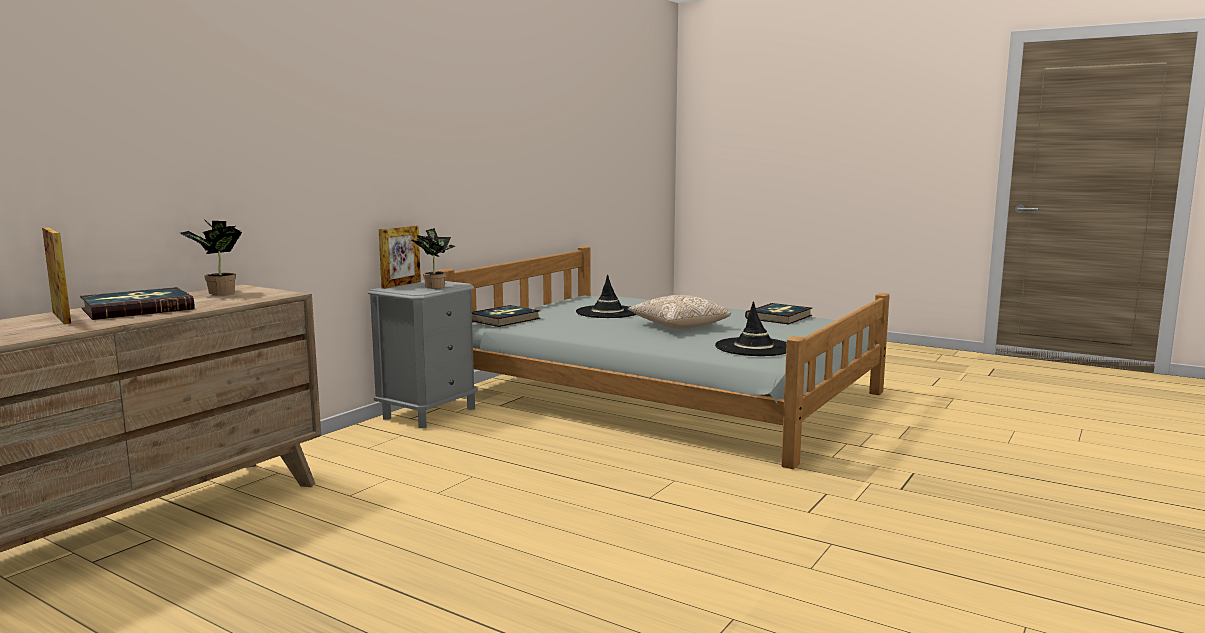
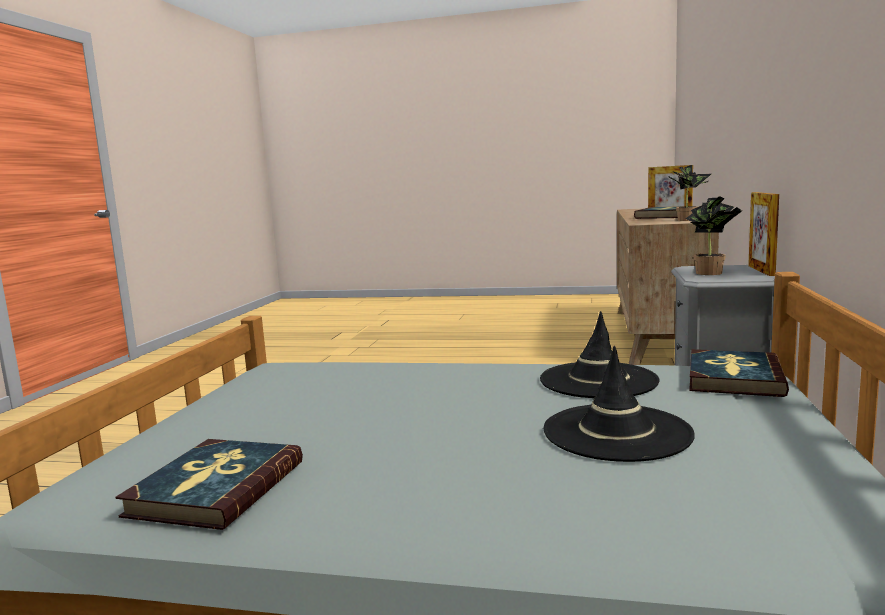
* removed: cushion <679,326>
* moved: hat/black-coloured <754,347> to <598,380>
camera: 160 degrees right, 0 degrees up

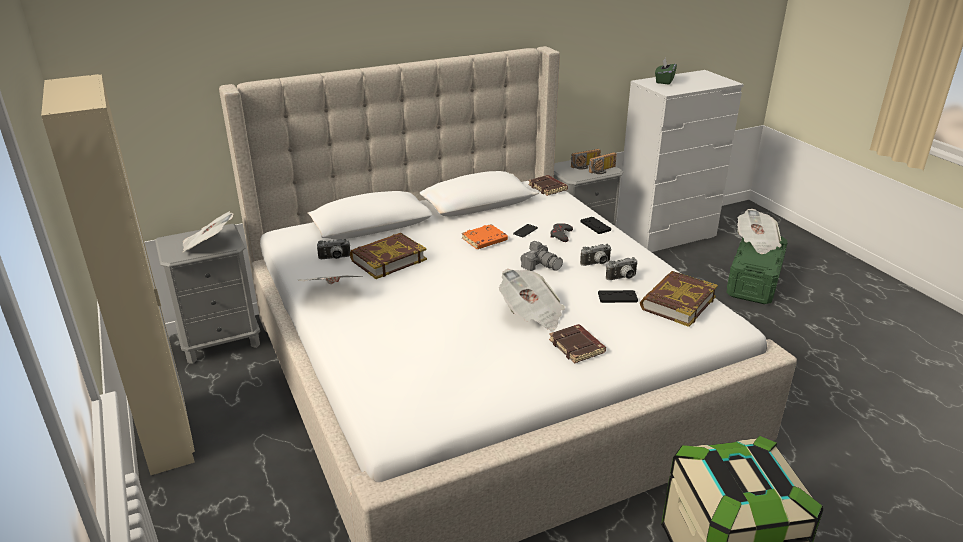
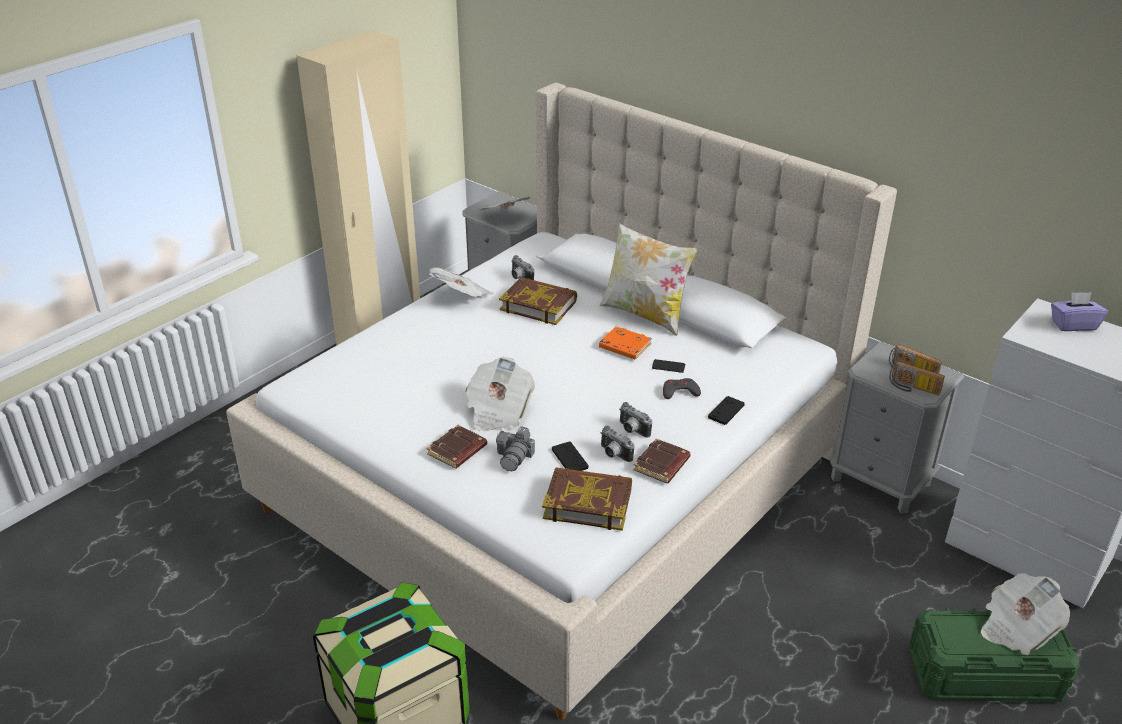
* recoloured: tissue box/green-coloured <664,81> to tissue box/purplish <1073,325>
* moved: volume/brownish <548,188> to <662,465>
* moved: photo camera <541,265> to <515,457>
* added: cushion <645,314>
camera: 65 degrees right, 5 degrees up

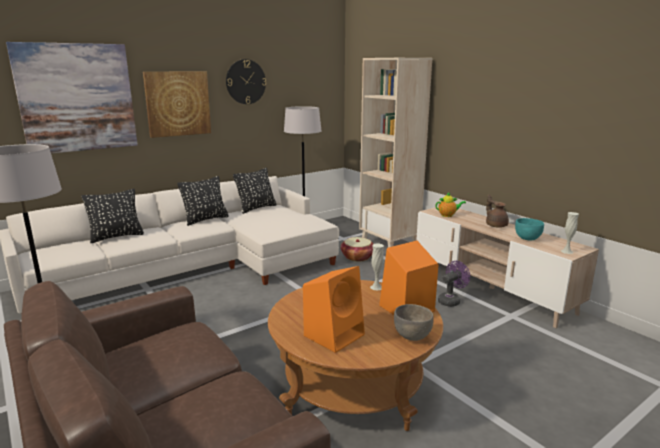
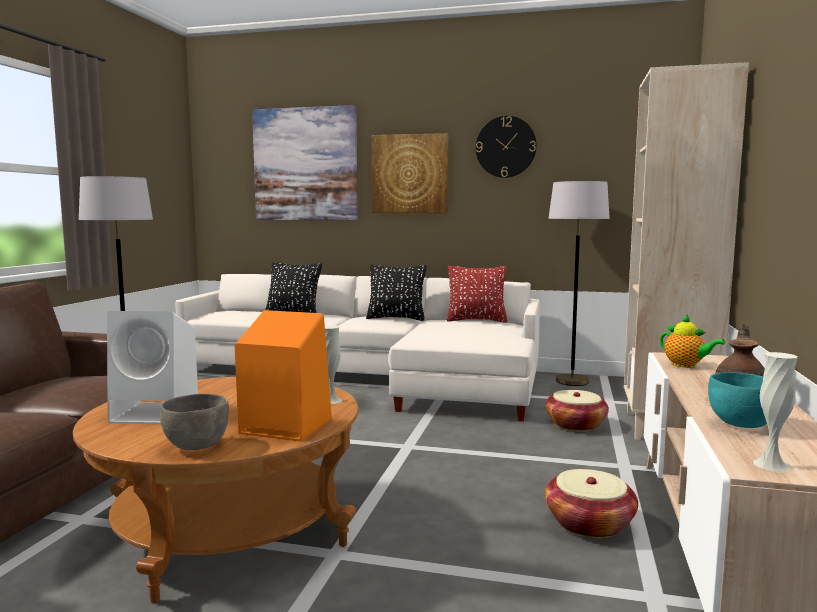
* recoloured: cushion/black-coloured <256,208> to cushion/red <476,320>
* replaced: fan/purplish <451,300> to basket <589,524>
* recoloured: audio speaker/orangey <335,334> to audio speaker/white <158,413>
camera: 50 degrees right, 10 degrees down

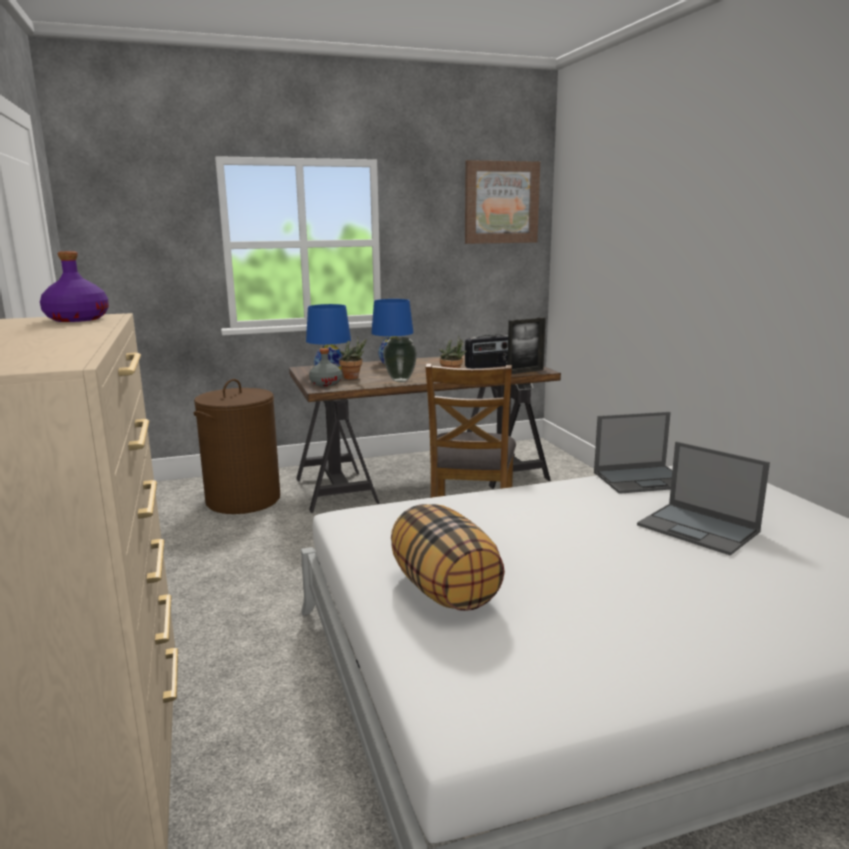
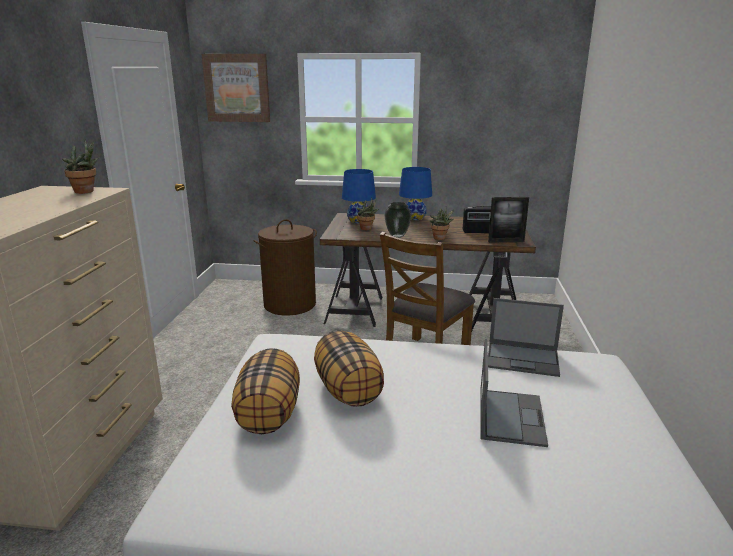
* moved: wall picture <501,202> to <237,88>
* replaced: beverage bottle/purplish <76,319> to plant in a pot <87,192>
* removed: beverage bottle/gray <325,383>
* turned: portable computer <699,529> = <510,416> 150 degrees counterclockwise
* added: cushion <348,390>
camera: 25 degrees right, 5 degrees up

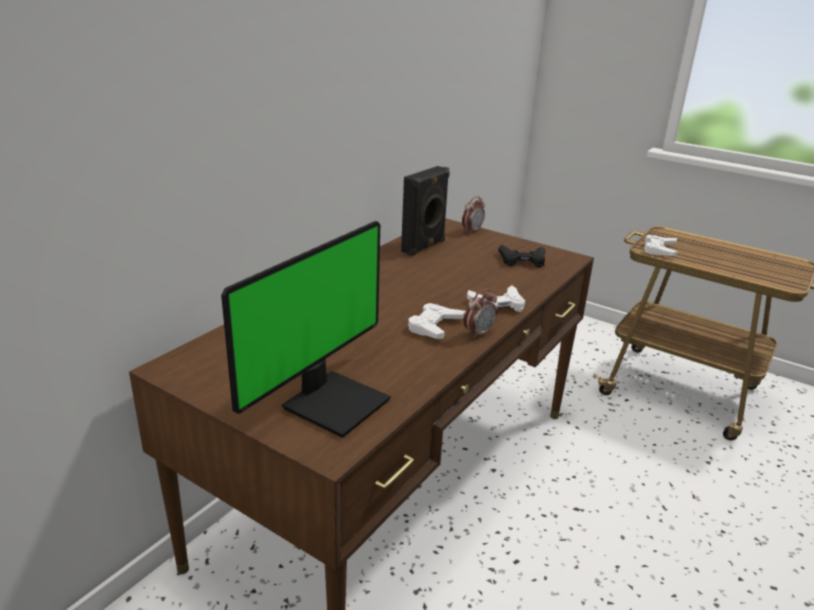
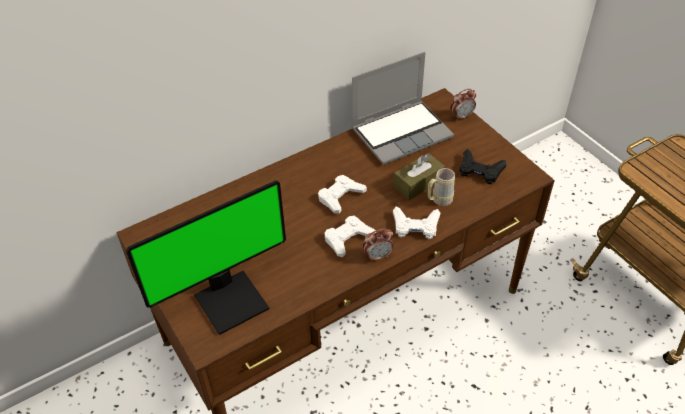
* replaced: audio speaker/black-coloured <424,247> to portable computer <402,132>
* moved: gamepad/white <659,249> to <340,196>
* added: tissue box/brownish <418,183>
* added: mug/sand-coloured <438,200>
camera: 25 degrees right, 20 degrees up

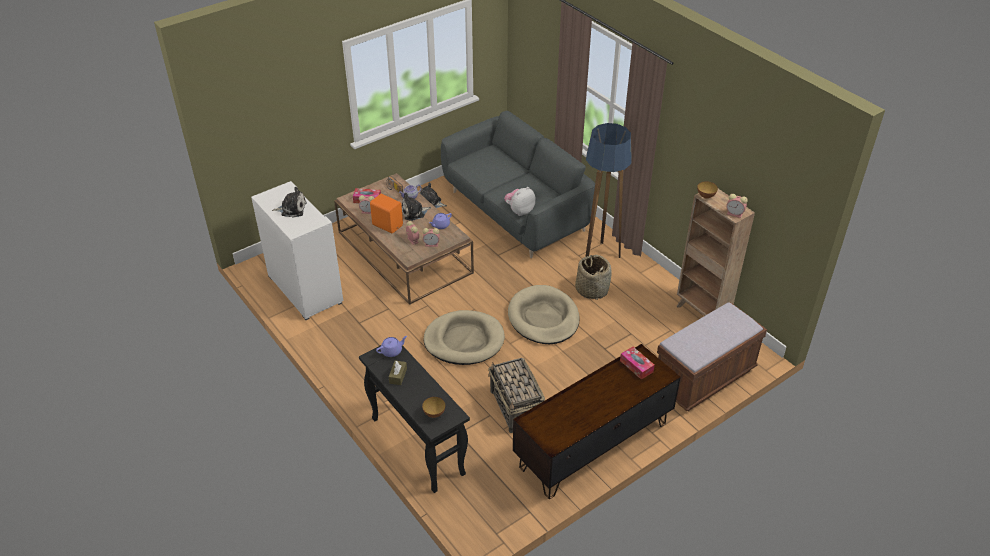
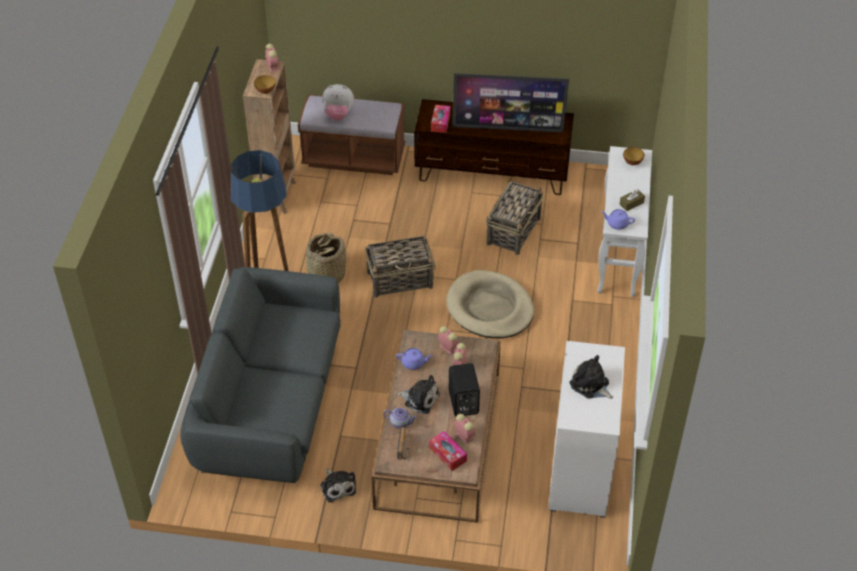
* moved: plush toy <519,211> to <338,115>
* recoloured: audio speaker/orangey <387,224> to audio speaker/black-coloured <462,403>
* replaced: dog cushion/sand-coloured <543,318> to basket <401,280>
* recoloured: narrow table/black-coloured <416,445> to narrow table/white <619,255>
* added: TV <508,128>
camera: 135 degrees left, 5 degrees up

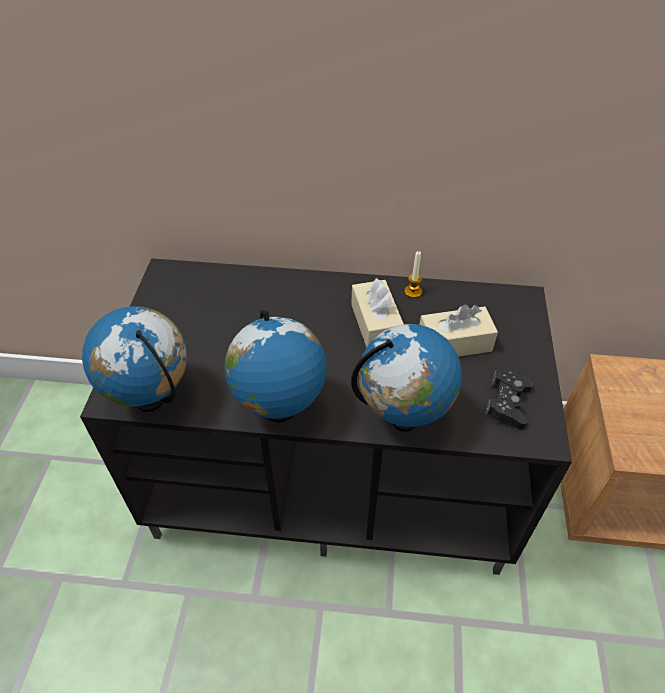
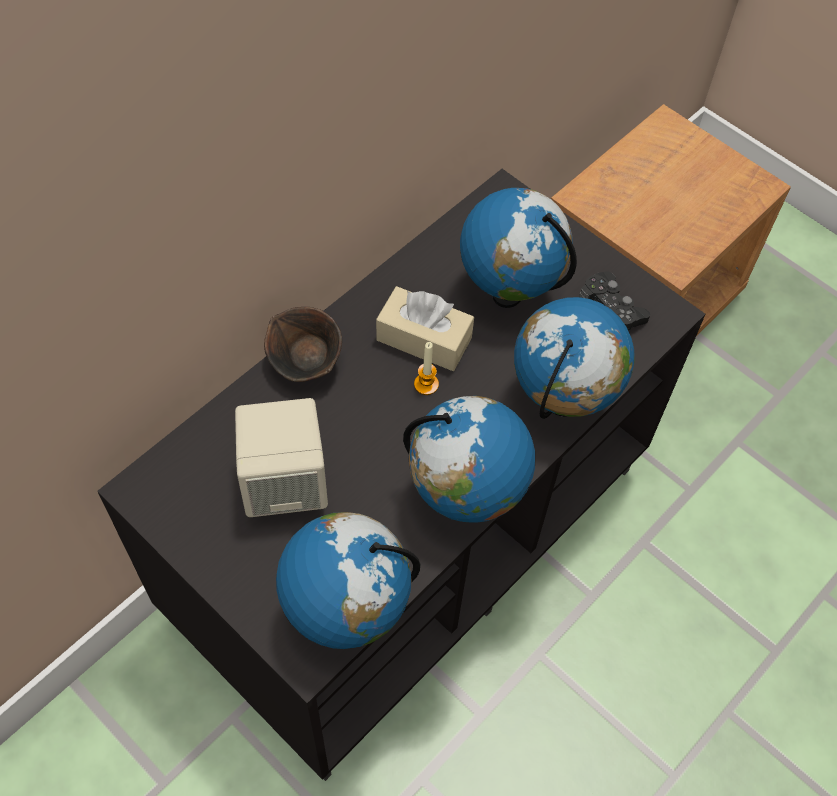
* moved: candle <413,291> to <426,384>
* replaced: tissue box/sand-coloured <454,343> to desk globe <508,293>
* added: bowl/brownish <306,363>
* added: audio speaker/sand-coloured <286,484>
camera: 55 degrees left, 10 degrees up

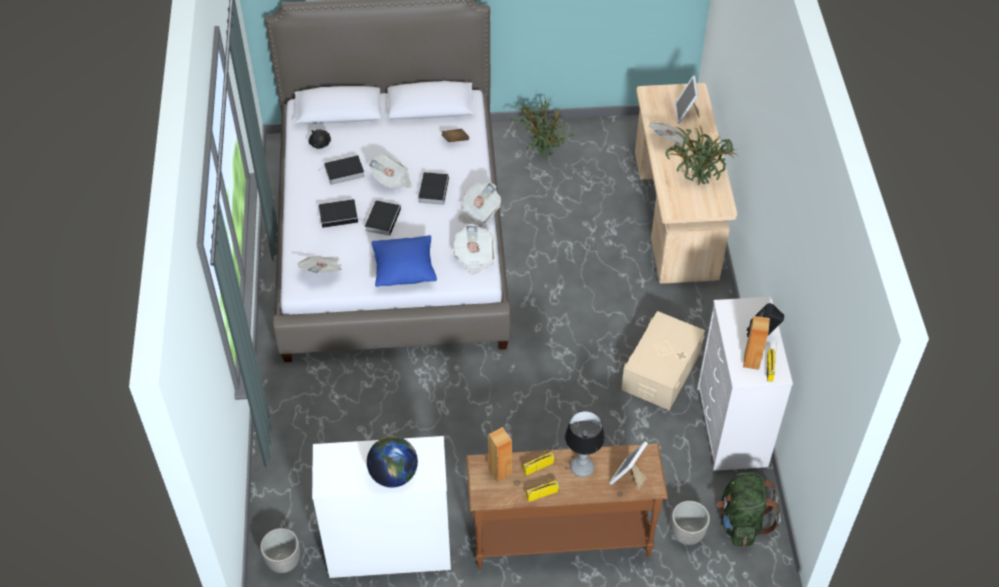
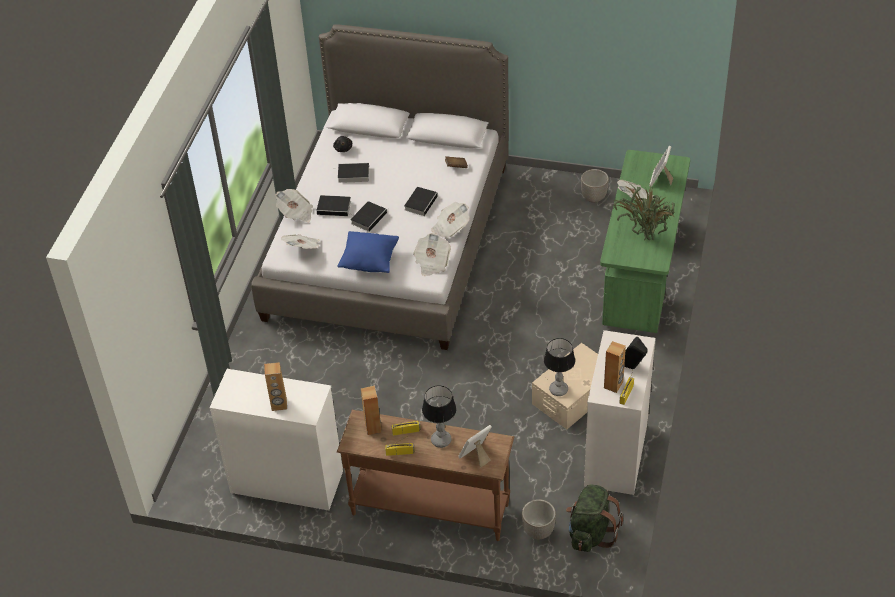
* recoloured: desk unit/sand-coloured <675,215> to desk unit/green-coloured <642,272>
* removed: plant in a pot <543,153>
* moved: newspaper <391,180> to <296,213>
* replaced: desk globe <393,474> to audio speaker/brownish <279,405>
* moved: flower pot <284,562> to <594,198>
* added: tabletop lamp <559,389>
camera: 20 degrees right, 5 degrees down

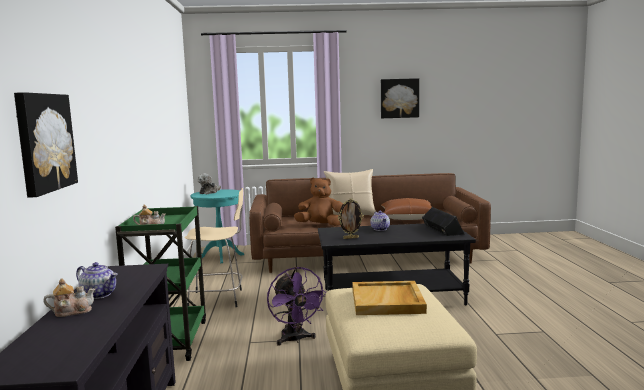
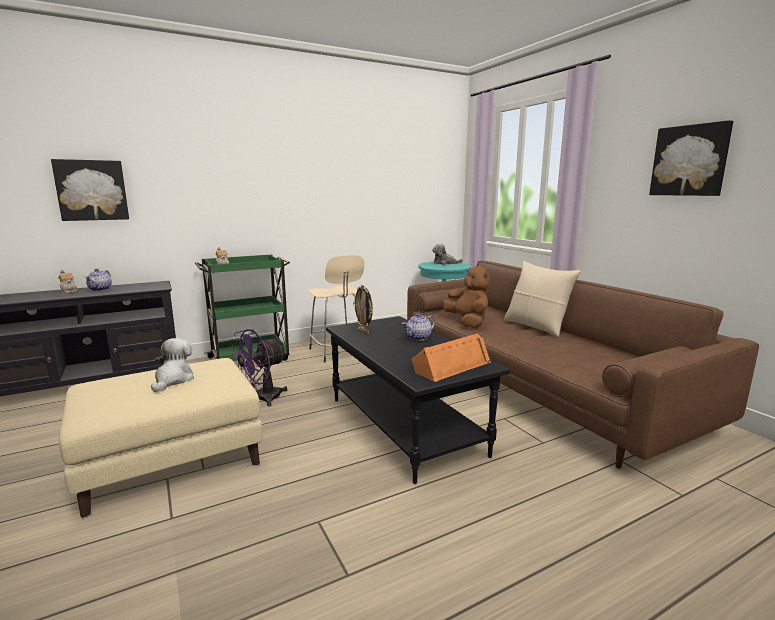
* removed: cushion/brownish <407,218>
* recoloured: audio speaker/black-coloured <441,229> to audio speaker/orangey <451,366>
* replaced: tray/sand-coloured <388,301> to plush toy <173,380>
camera: 65 degrees right, 5 degrees up

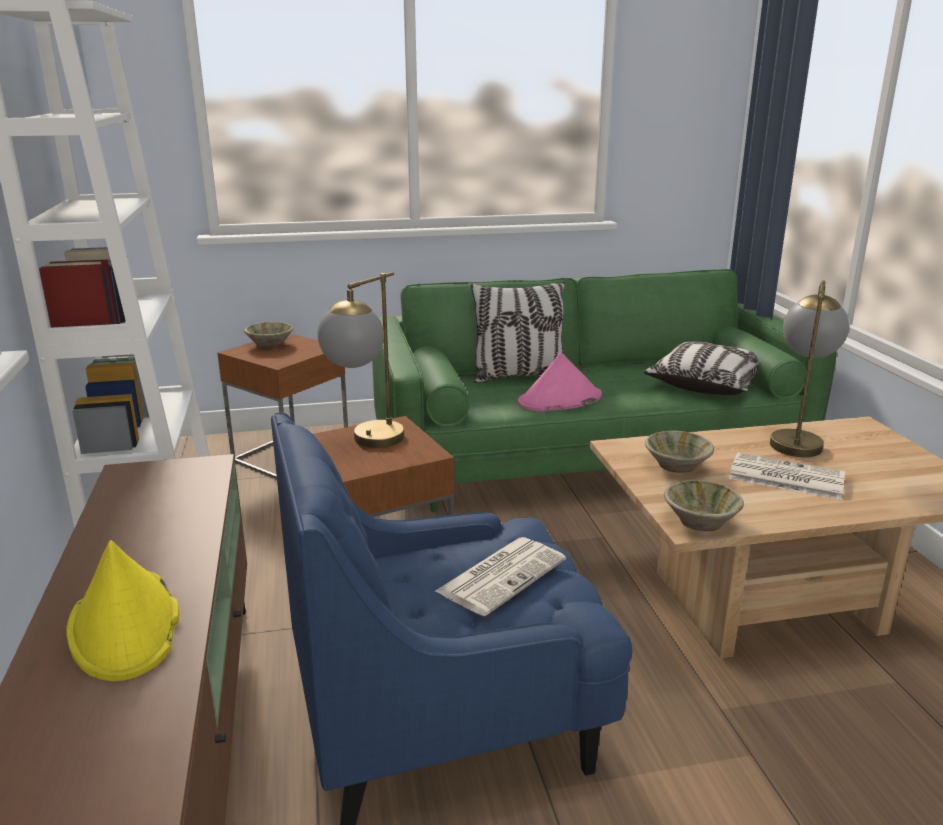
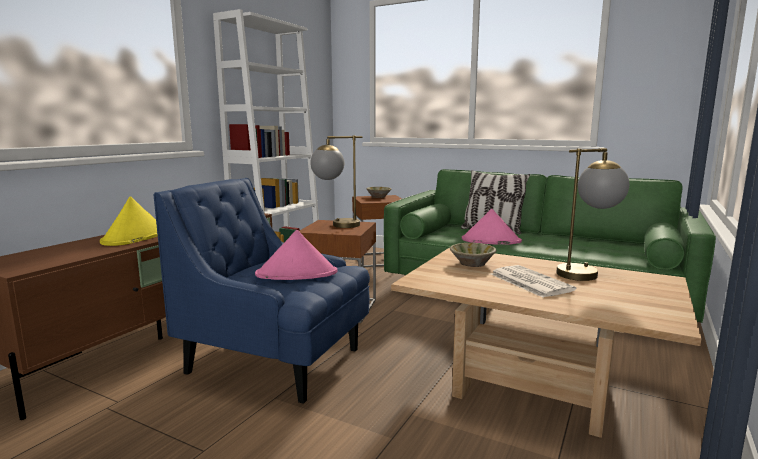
* removed: cushion <706,384>
* removed: bowl/sand-coloured <700,520>
* replaced: newspaper <502,575> to hat/pink <297,274>
camera: 40 degrees right, 10 degrees down

